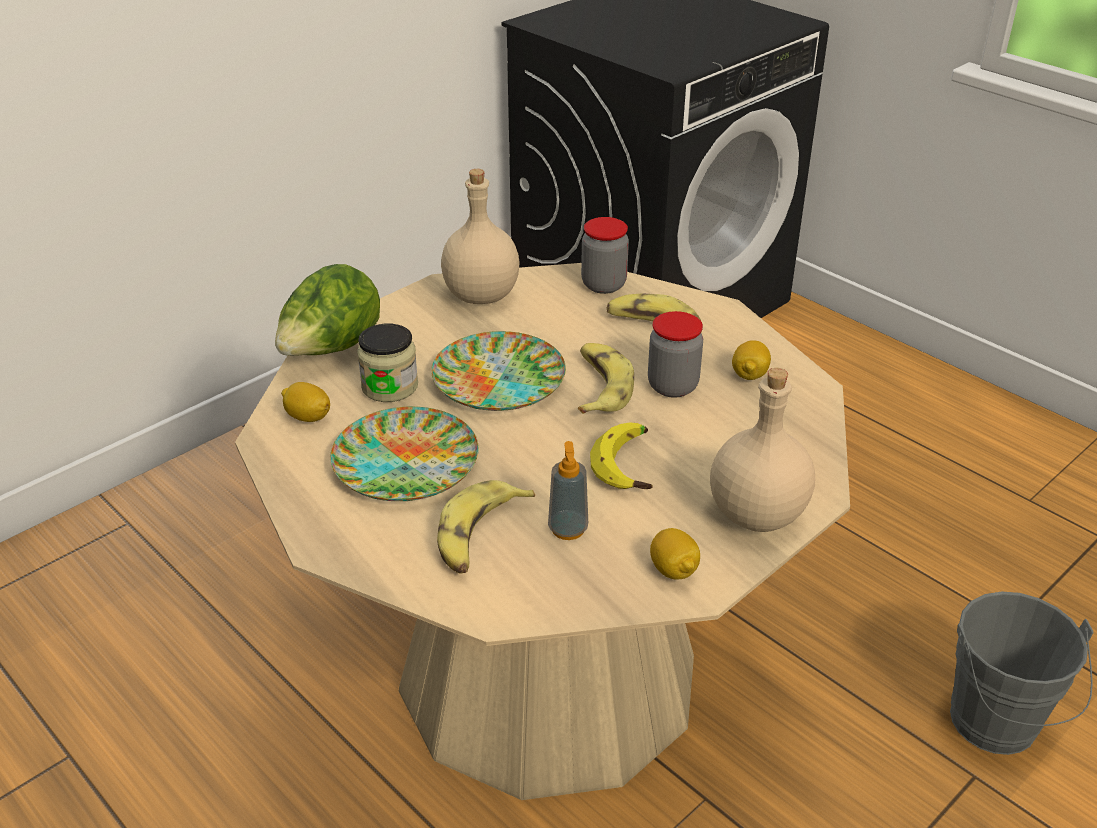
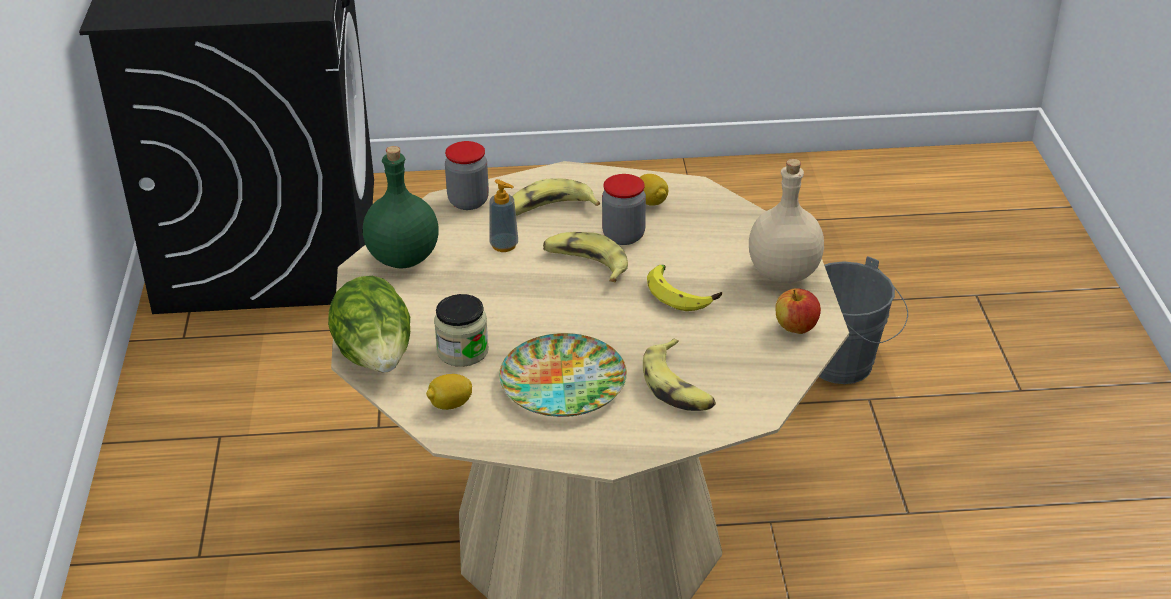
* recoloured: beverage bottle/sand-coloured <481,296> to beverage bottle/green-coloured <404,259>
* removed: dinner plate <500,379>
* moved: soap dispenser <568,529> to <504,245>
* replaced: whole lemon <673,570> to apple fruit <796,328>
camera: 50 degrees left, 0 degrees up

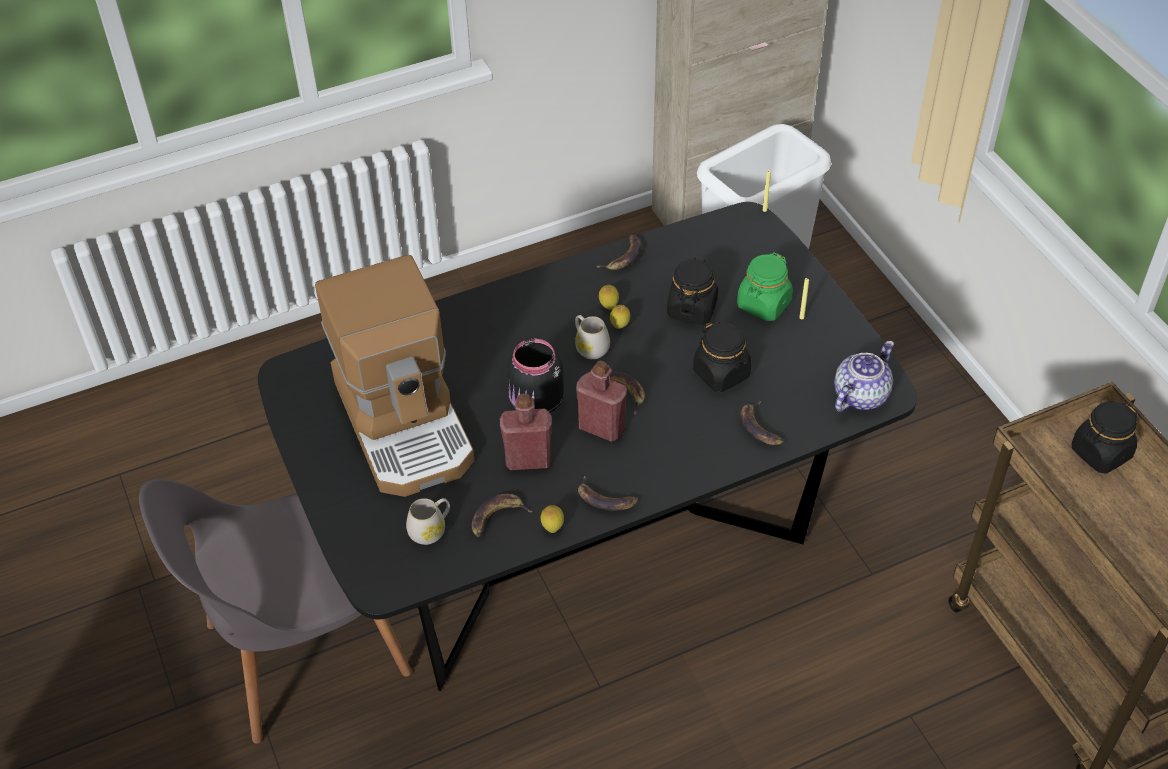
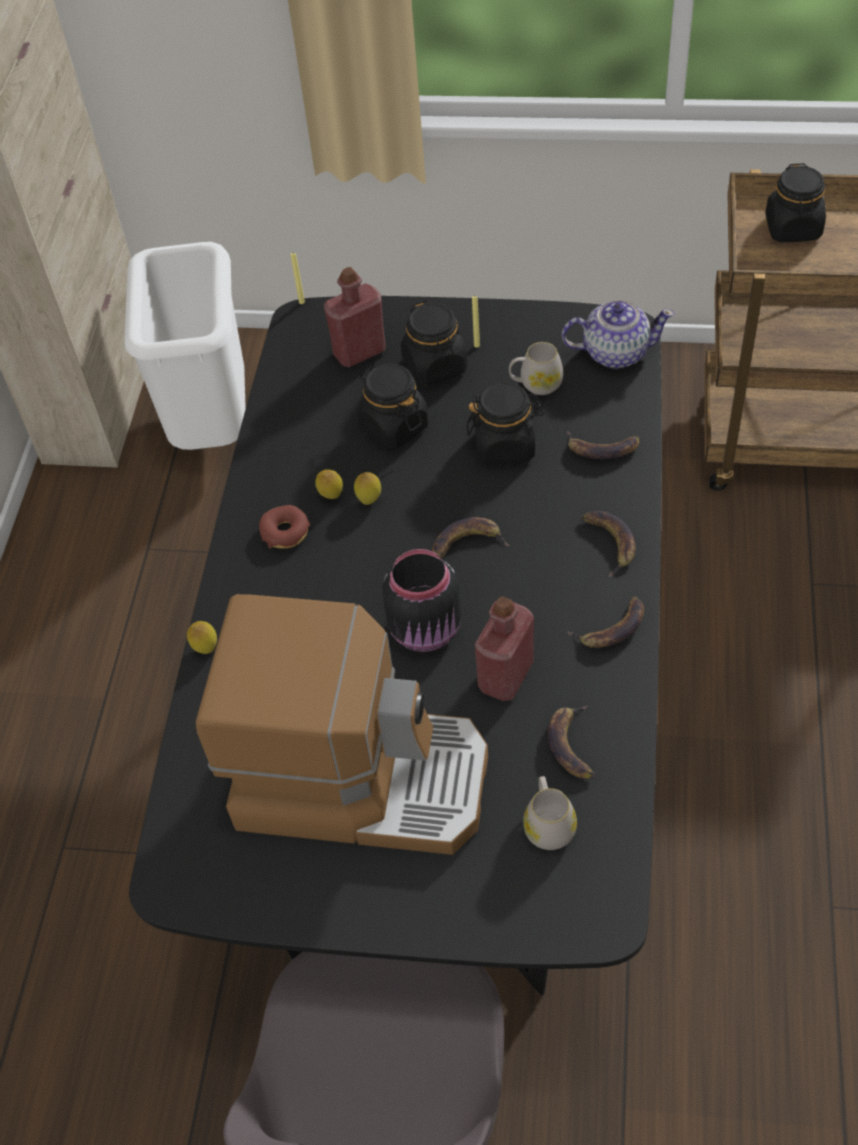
* moved: banana fruit <623,256> to <608,542>
* recoloured: storage jar/green-coloured <763,304> to storage jar/black-coloured <435,366>
* moved: mug/white <589,347> to <536,384>
* turned: teapot <859,396> = <615,352> 105 degrees clockwise
* moved: beverage bottle/red <601,427> to <359,352>
* moved: whole lemon <552,528> to <206,648>
* added: ring doughnut <285,532>
camera: 55 degrees left, 5 degrees up

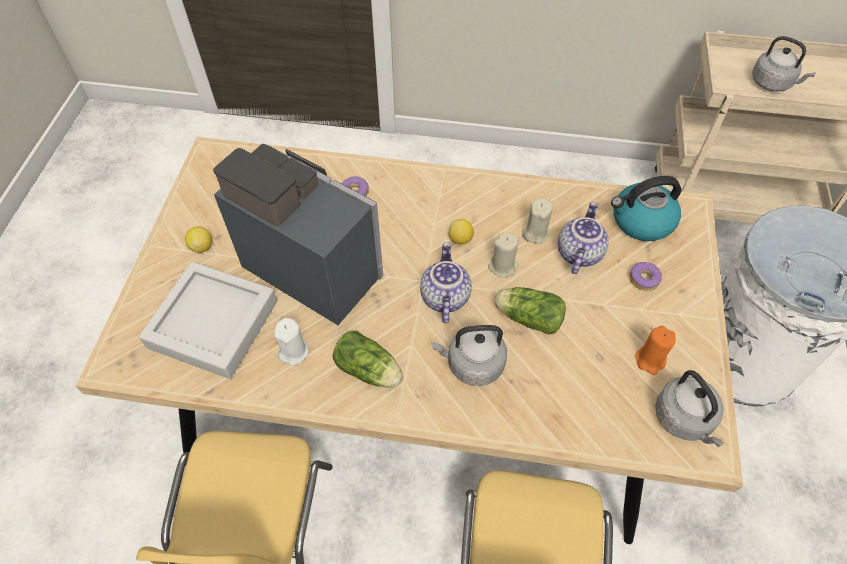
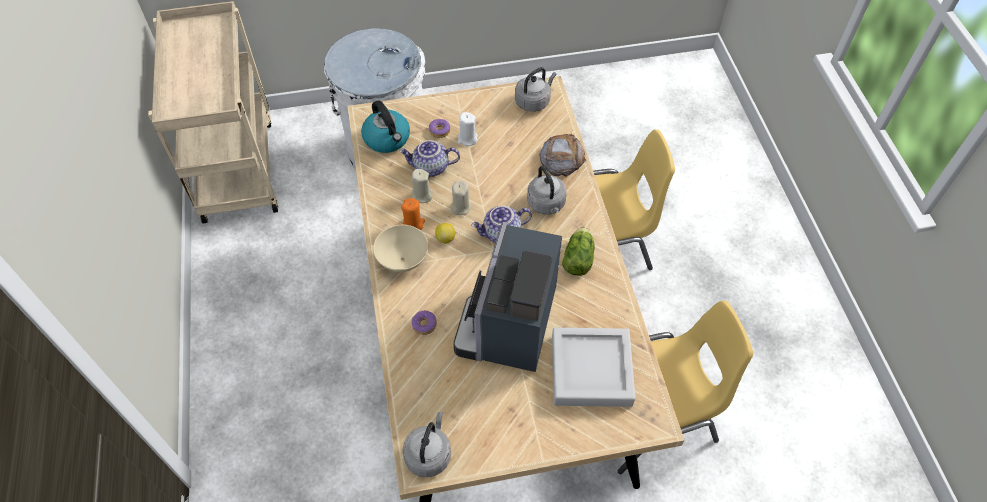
* moved: tea kettle/gray <773,83> to <429,454>
* removed: whole lemon <202,246>
* removed: lettuce head <526,317>
* moved: candle/white <293,351> to <467,139>
* moved: candle/orangey <650,360> to <413,224>
* added: bread <561,158>
* added: bowl/sand-coloured <402,261>
camera: 110 degrees left, 0 degrees up

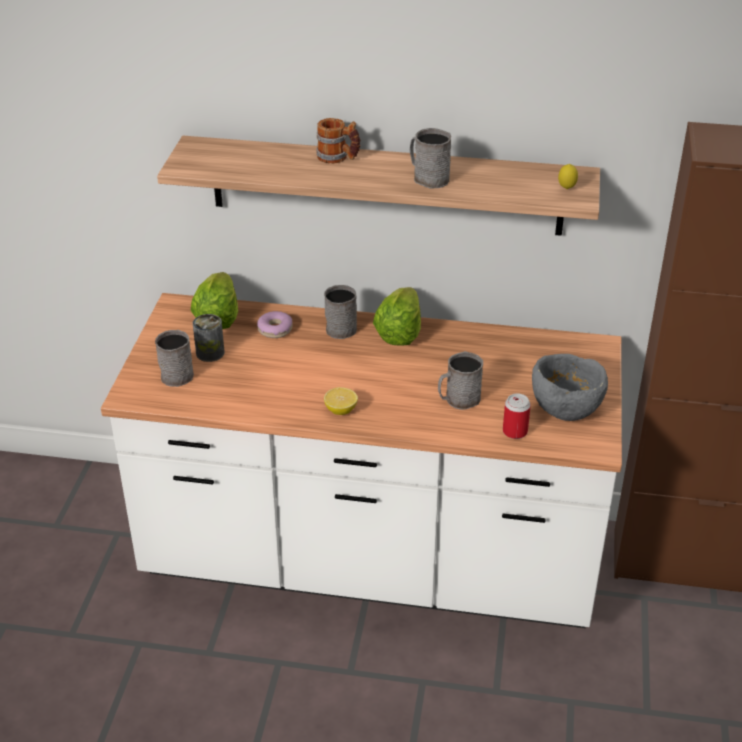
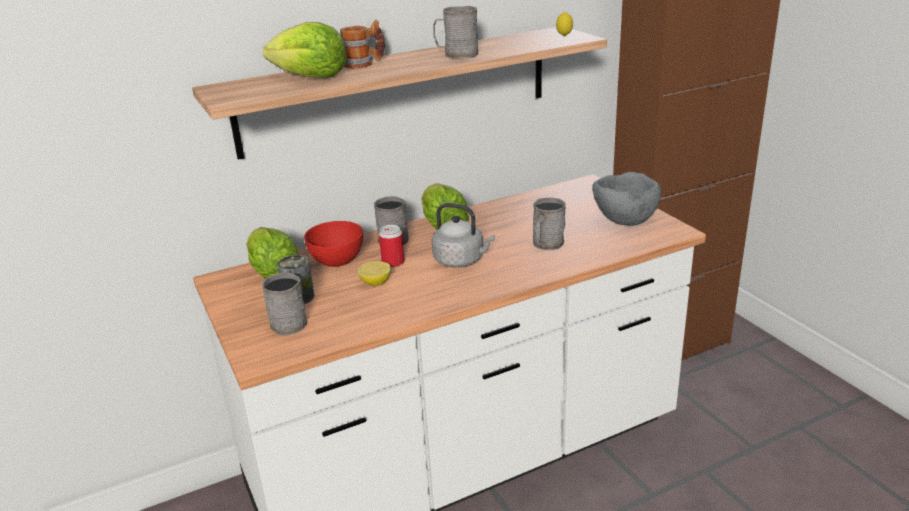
* replaced: ring doughnut <275,329> to bowl/red <337,261>
* moved: whole lemon <340,410> to <375,282>
* moved: metal can <515,431> to <393,262>
* added: lettuce head <310,77>
* added: tea kettle/gray <461,261>
camera: 35 degrees left, 10 degrees down

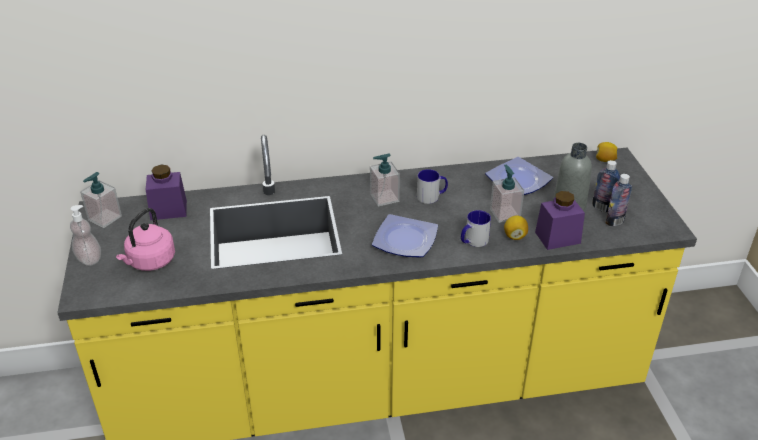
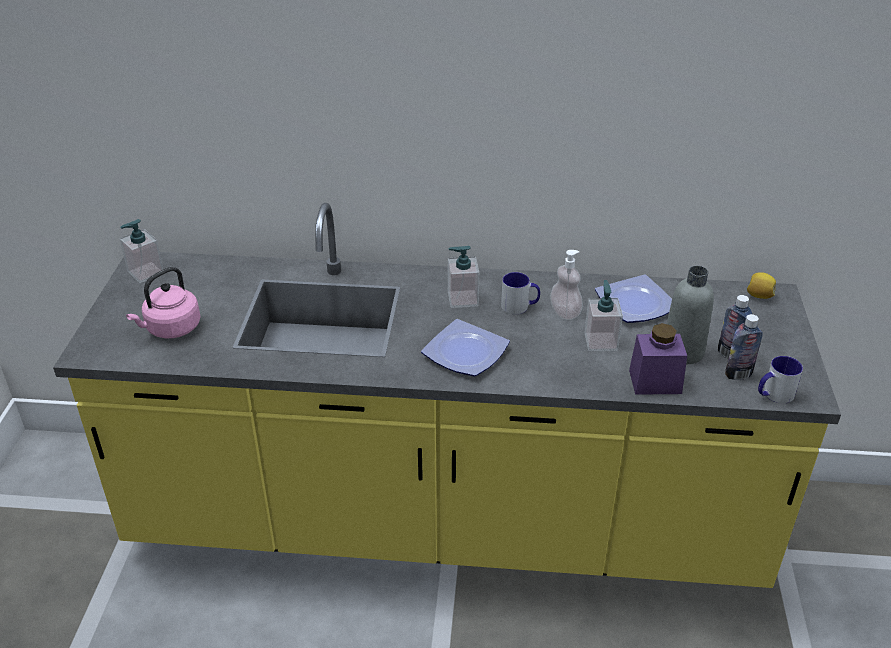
* removed: storage jar/purplish <168,210>
* moved: soap dispenser <89,259> to <565,312>
* moved: mug <473,241> to <773,395>
* removed: whole lemon <515,236>
camera: 15 degrees right, 0 degrees up

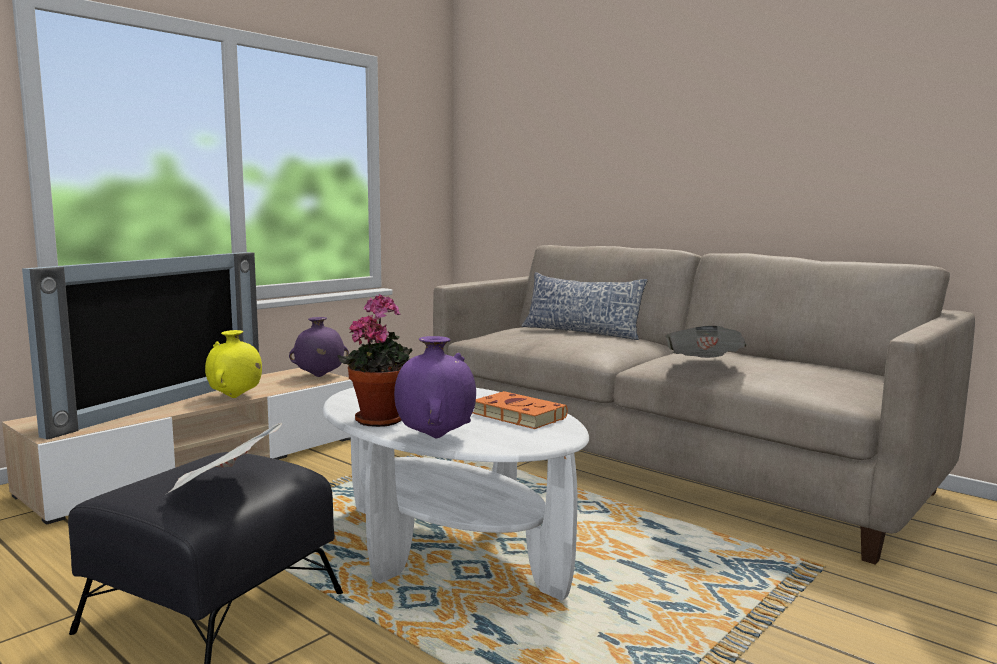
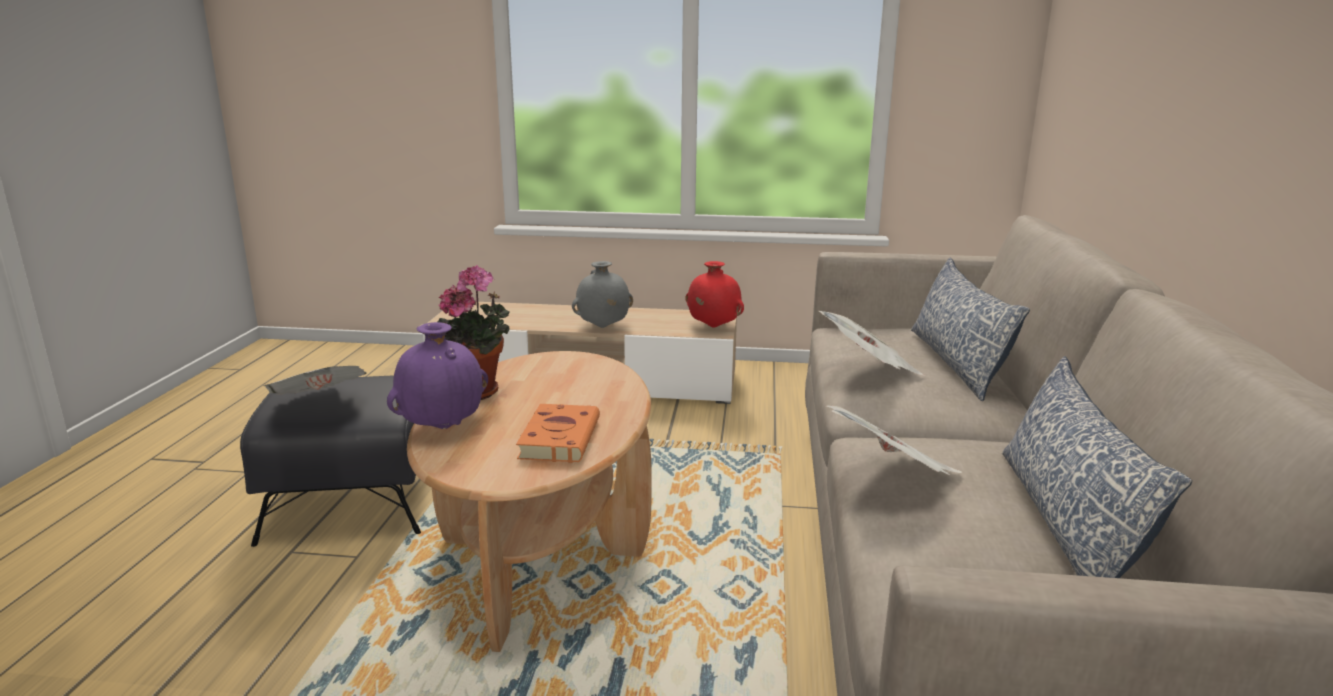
* removed: TV <158,402>
* recoloured: decorative vase/purplish <319,376> to decorative vase/red <713,327>
* recoloured: decorative vase/yellowish <235,397> to decorative vase/gray <603,327>
* recoloured: lounge table/white <448,550> to lounge table/brownish <543,549>
* added: newspaper <869,369>
* added: cushion <1065,523>
camera: 55 degrees right, 10 degrees up

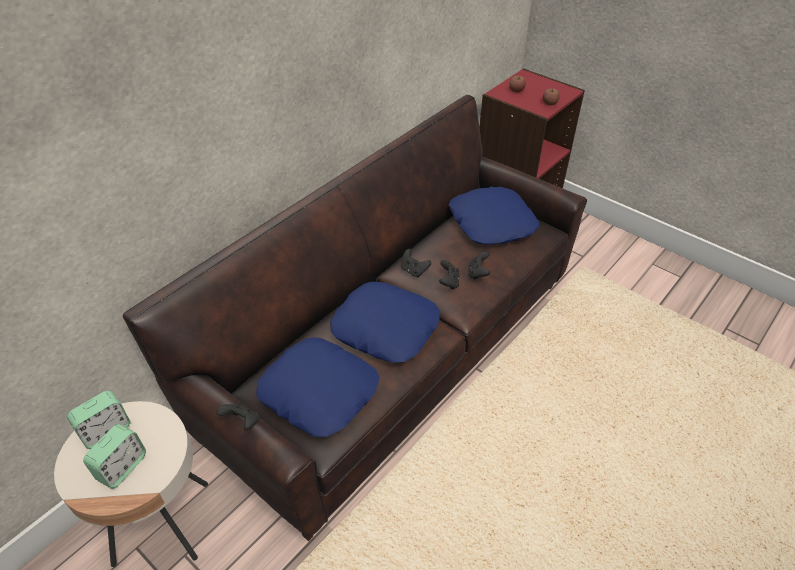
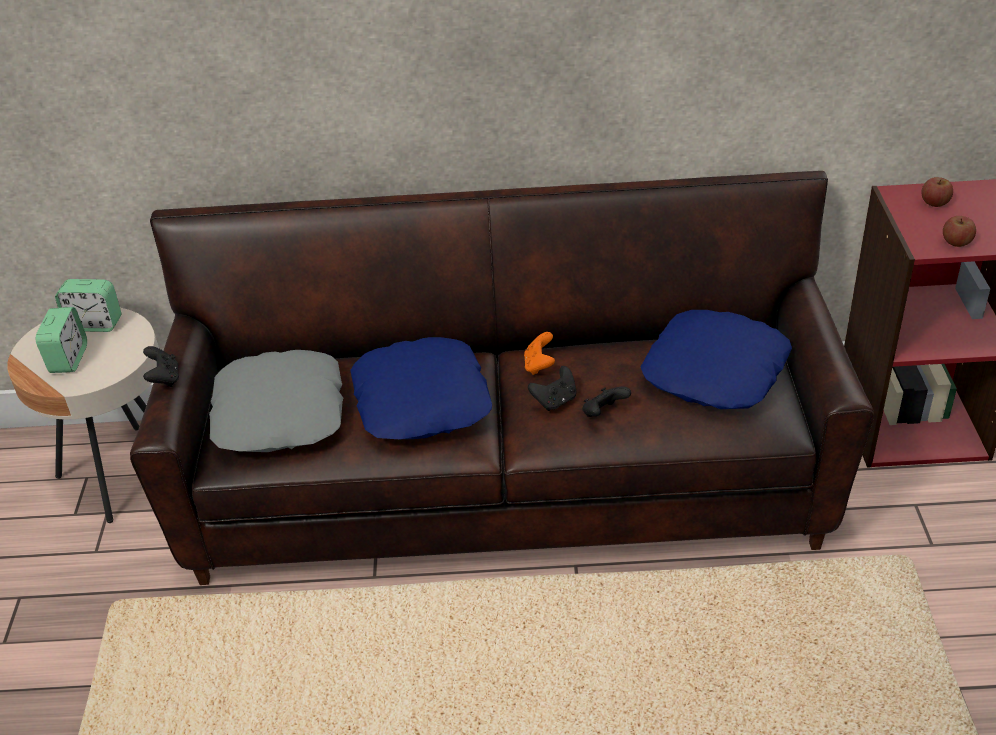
* recoloured: gamepad/black-coloured <414,271> to gamepad/orangey <539,365>
* recoloured: cushion/bluish <319,392> to cushion/gray <281,413>
* turned: table clock <122,467> = <68,359> 75 degrees counterclockwise
camera: 50 degrees right, 5 degrees down

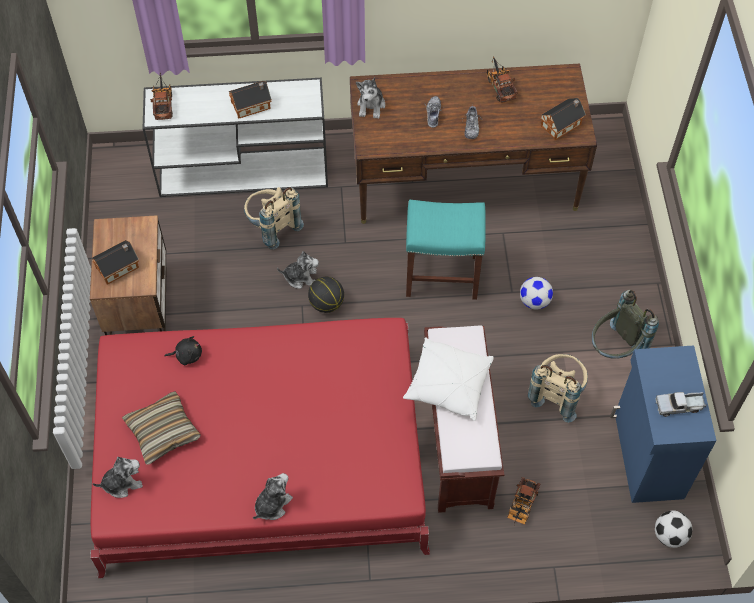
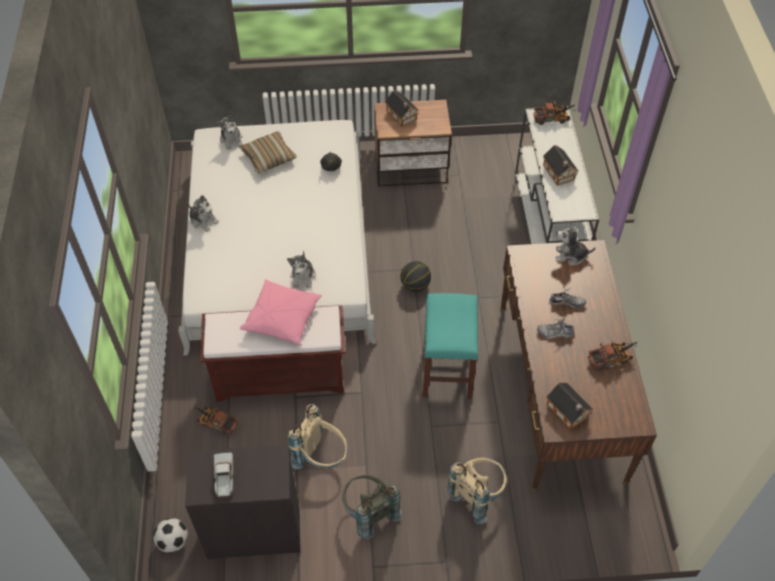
* moved: rucksack/sand-coloured <272,227> to <477,495>
* moved: plush toy <300,277> to <303,277>
* removed: football ball <534,301>
* recoloured: bed/red <261,454> to bed/white <279,248>
* recoloured: cushion/white <448,384> to cushion/pink <282,318>
* recoloured: cupboard/bluish <647,456> to cupboard/black-coloured <253,530>
camera: 90 degrees right, 5 degrees down

